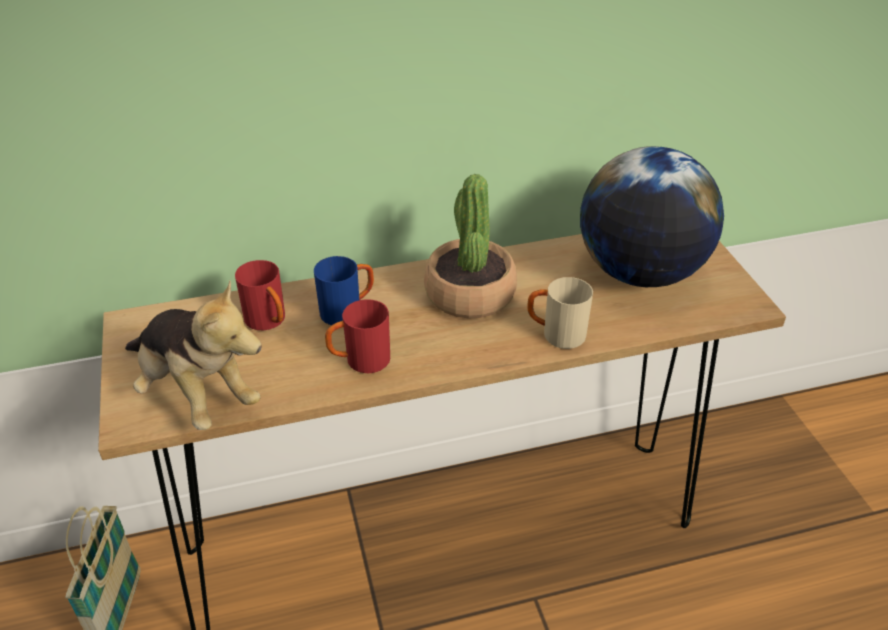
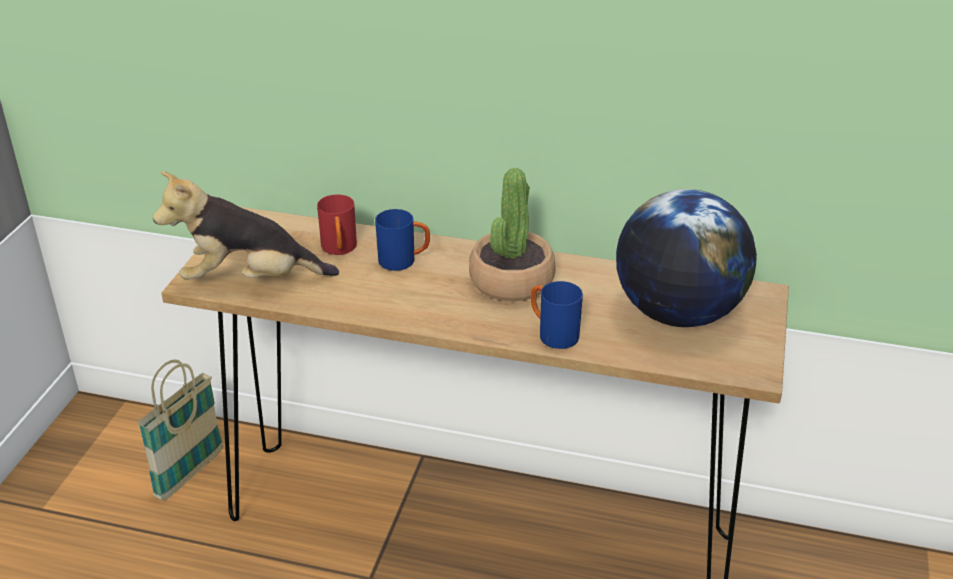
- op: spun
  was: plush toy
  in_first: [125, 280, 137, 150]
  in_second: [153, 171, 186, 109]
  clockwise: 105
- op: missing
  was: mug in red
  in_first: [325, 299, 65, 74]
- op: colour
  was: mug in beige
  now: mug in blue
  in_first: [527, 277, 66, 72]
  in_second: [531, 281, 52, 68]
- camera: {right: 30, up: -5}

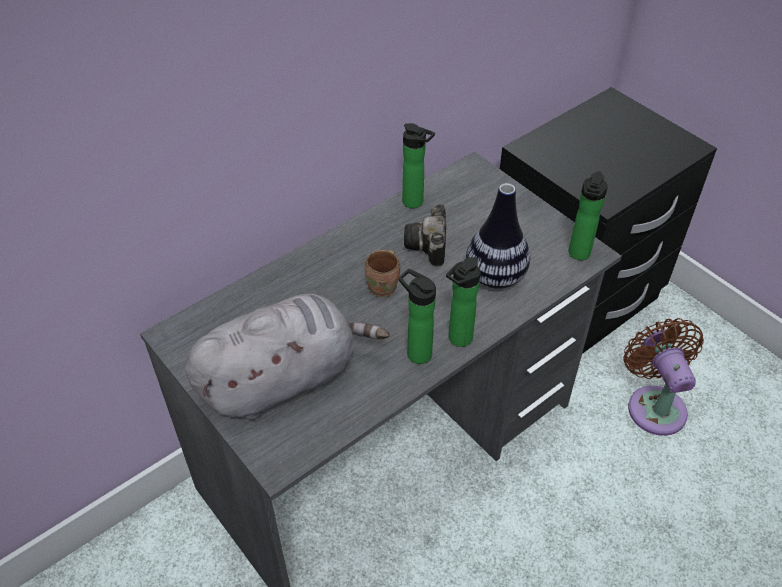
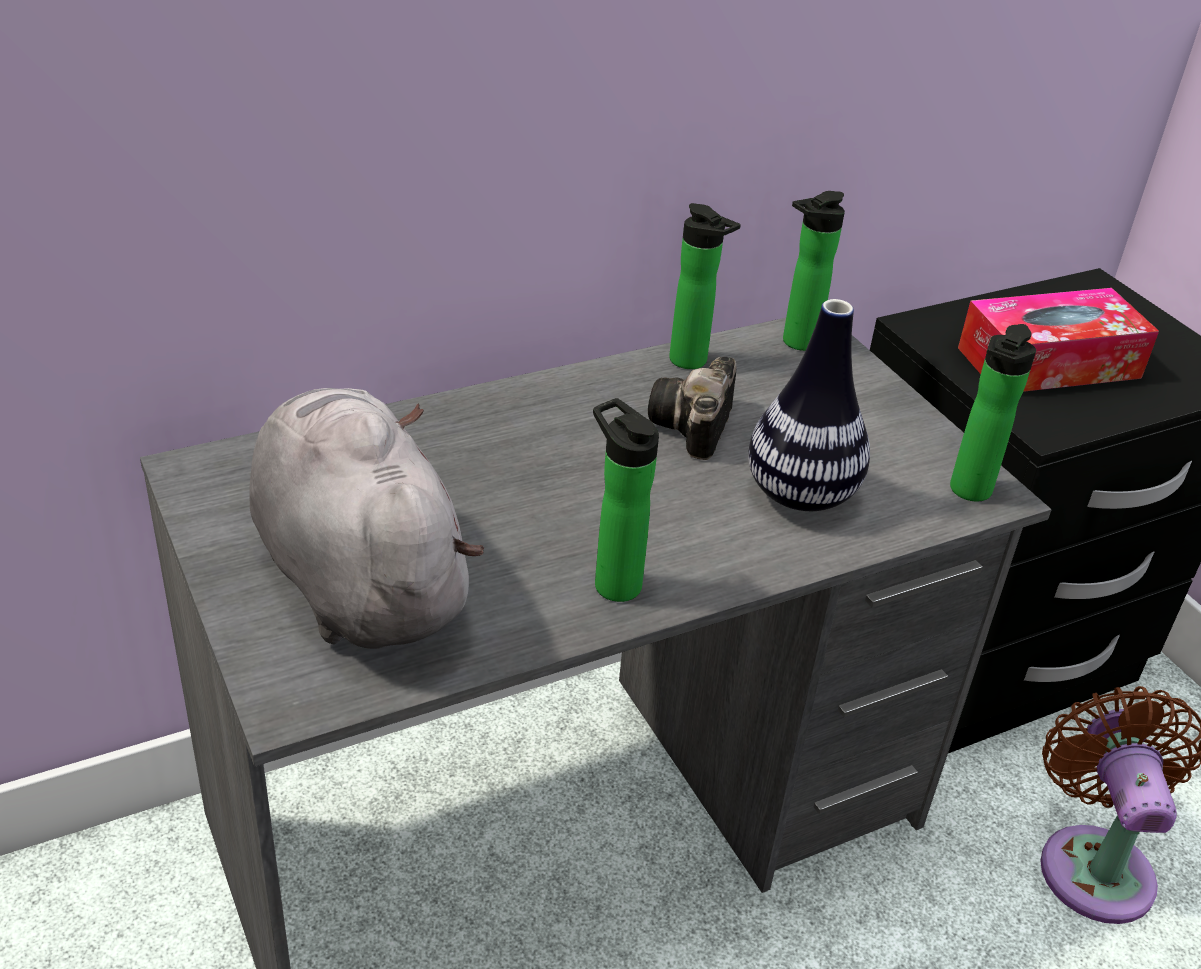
- op: spun
  was: plush toy in grey
  in_first: [185, 294, 204, 126]
  in_second: [250, 388, 234, 261]
  clockwise: -105
- op: missing
  was: mug in brown
  in_first: [365, 250, 35, 47]
- op: relocated
  was: bottle
  in_first: [446, 257, 35, 90]
  in_second: [783, 191, 62, 160]
- op: appeared
  now: tissue box
  in_second: [958, 288, 201, 104]
- camera: {right: 10, up: -10}

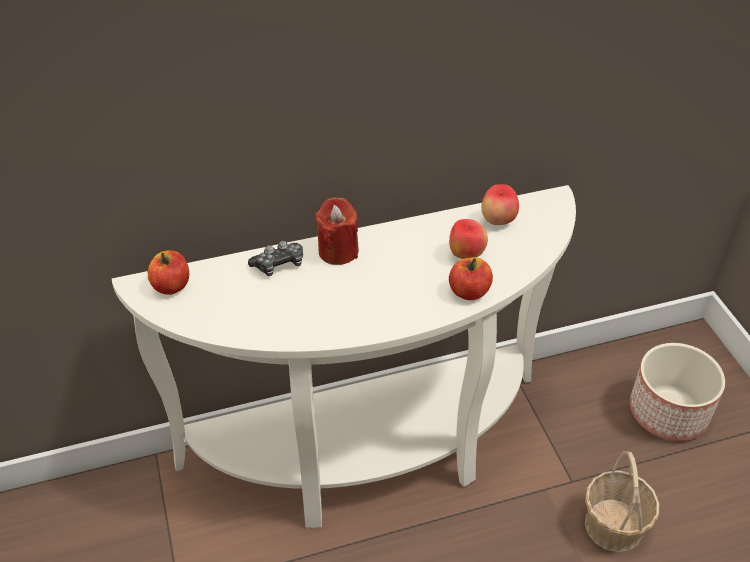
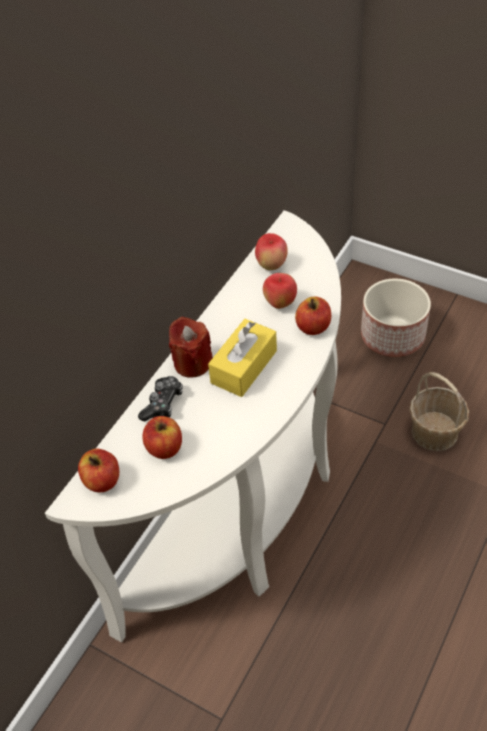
- op: appeared
  now: apple
  in_second: [142, 416, 40, 43]
- op: appeared
  now: tissue box in yellow
  in_second: [208, 319, 69, 78]
- camera: {right: -40, up: 5}

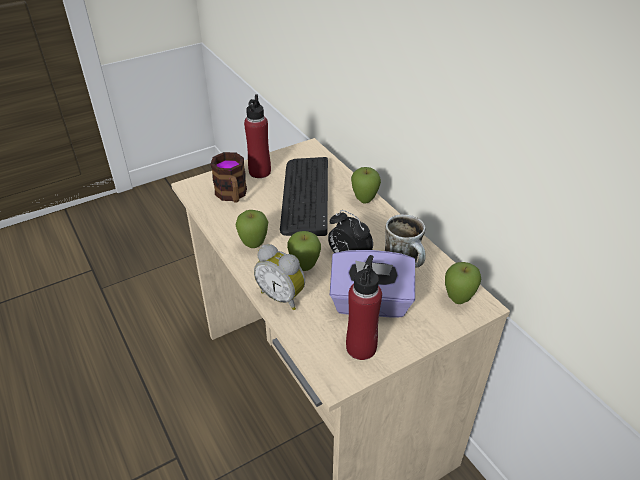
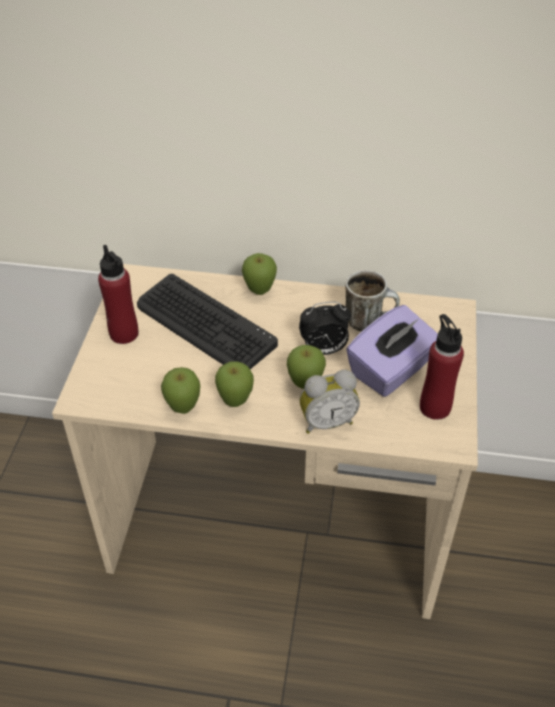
- op: missing
  was: mug
  in_first: [210, 152, 37, 51]
- op: relocated
  was: apple
  in_first: [445, 262, 36, 42]
  in_second: [161, 367, 39, 47]
- camera: {right: -50, up: 5}

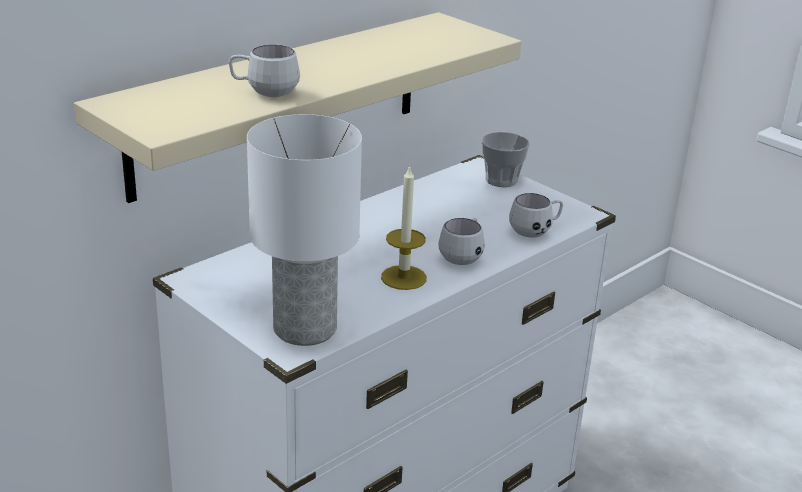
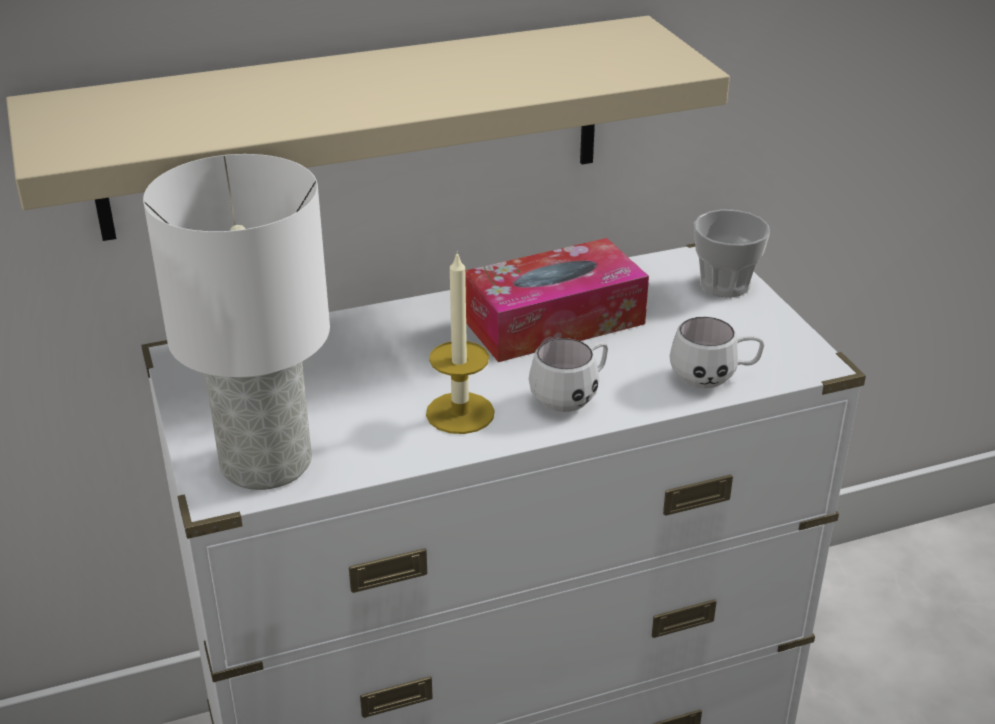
- op: missing
  was: mug in white
  in_first: [229, 45, 71, 52]
- op: appeared
  now: tissue box
  in_second: [465, 238, 184, 124]
- camera: {right: 25, up: 5}

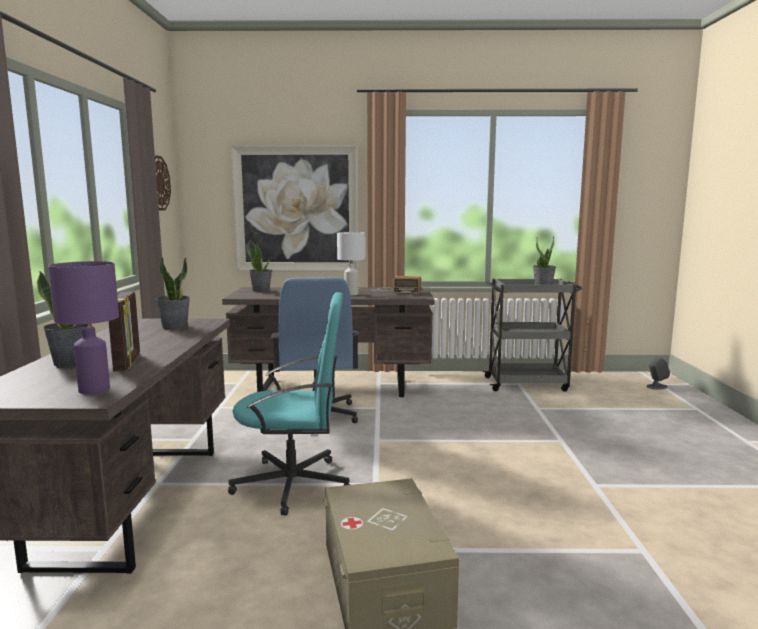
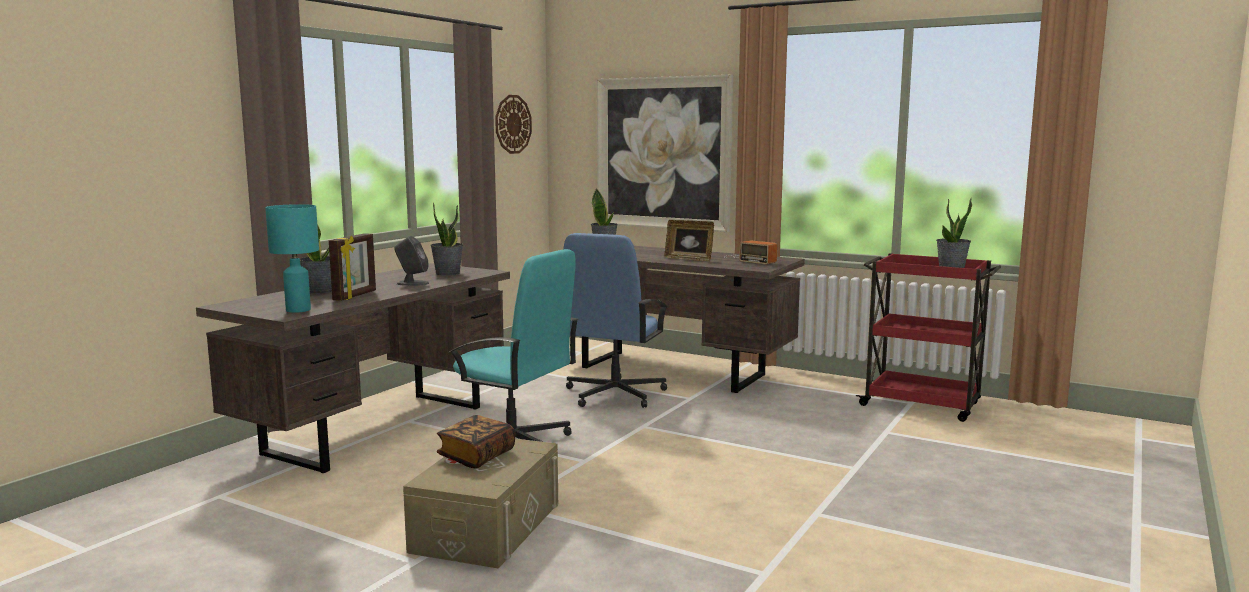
- op: colour
  was: table lamp in purple
  now: table lamp in turquoise
  in_first: [48, 261, 71, 133]
  in_second: [265, 204, 54, 109]
- op: exchanged
  was: table lamp in white
  now: picture frame
  in_first: [337, 232, 28, 64]
  in_second: [664, 220, 50, 41]
- op: colour
  was: cart in grey
  now: cart in red
  in_first: [482, 279, 101, 113]
  in_second: [856, 253, 145, 169]
- op: relocated
  was: speaker in grey
  in_first: [646, 356, 24, 34]
  in_second: [394, 236, 35, 50]
- op: appeared
  now: book
  in_second: [437, 415, 78, 53]
- camera: {right: 30, up: 0}

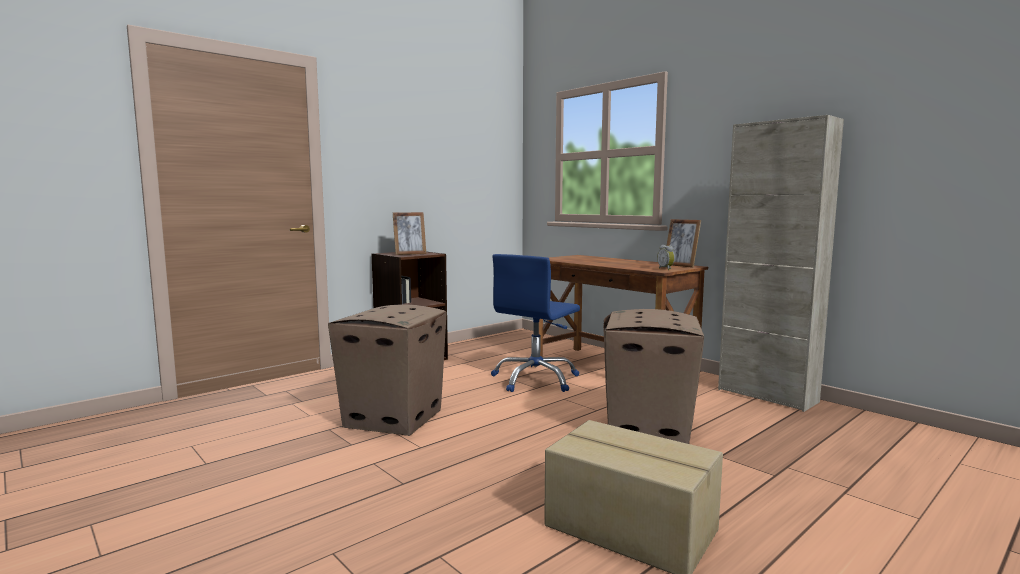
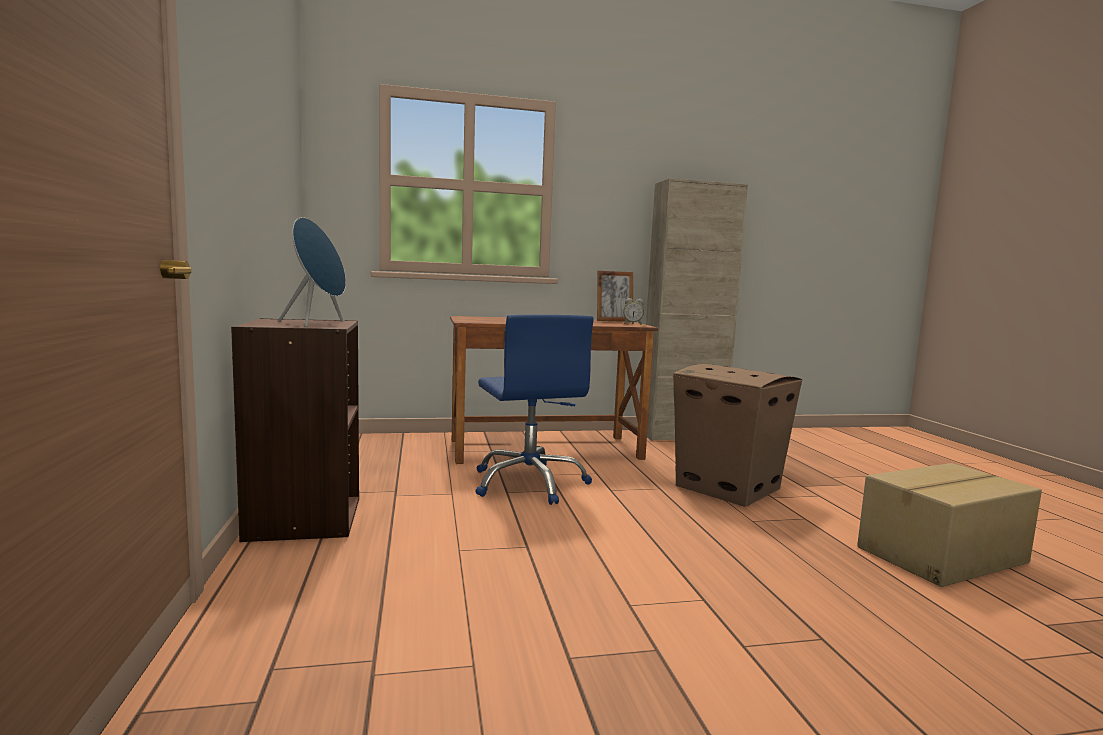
- op: missing
  was: cardboard box
  in_first: [328, 304, 119, 132]
- op: exchanged
  was: picture frame
  now: speaker in blue
  in_first: [393, 212, 33, 43]
  in_second: [278, 217, 68, 110]
- camera: {right: -60, up: 0}

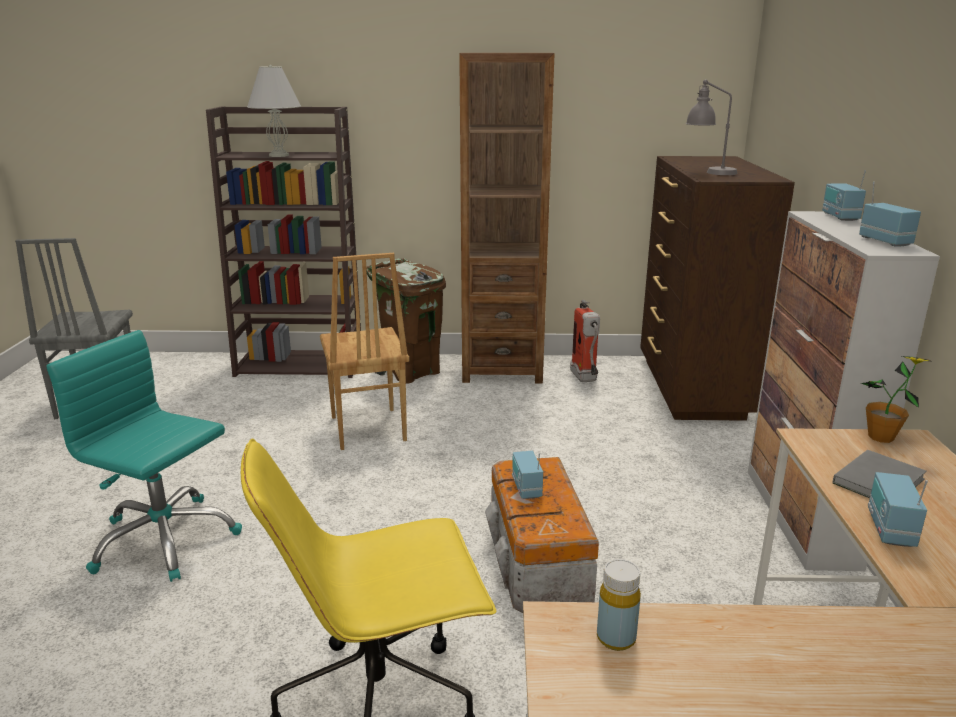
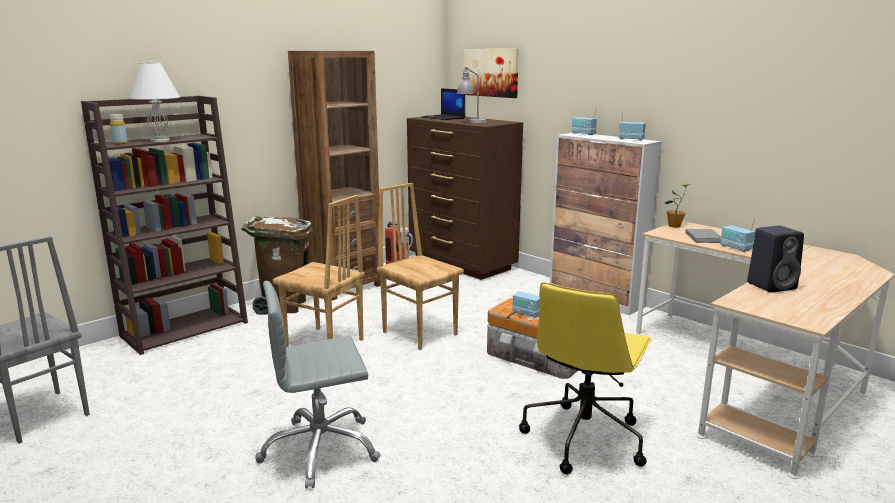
- op: colour
  was: office chair in turquoise
  now: office chair in grey
  in_first: [47, 330, 195, 252]
  in_second: [255, 281, 125, 207]
- op: relocated
  was: bottle in yellow
  in_first: [597, 559, 44, 92]
  in_second: [110, 114, 18, 30]
- op: appeared
  now: chair in brown
  in_second: [377, 183, 87, 167]
- op: appeared
  now: laptop
  in_second: [421, 88, 44, 32]
- op: appeared
  now: picture
  in_second: [464, 49, 55, 49]
- op: appeared
  now: speaker in black
  in_second: [747, 226, 57, 66]
- camera: {right: -45, up: -5}

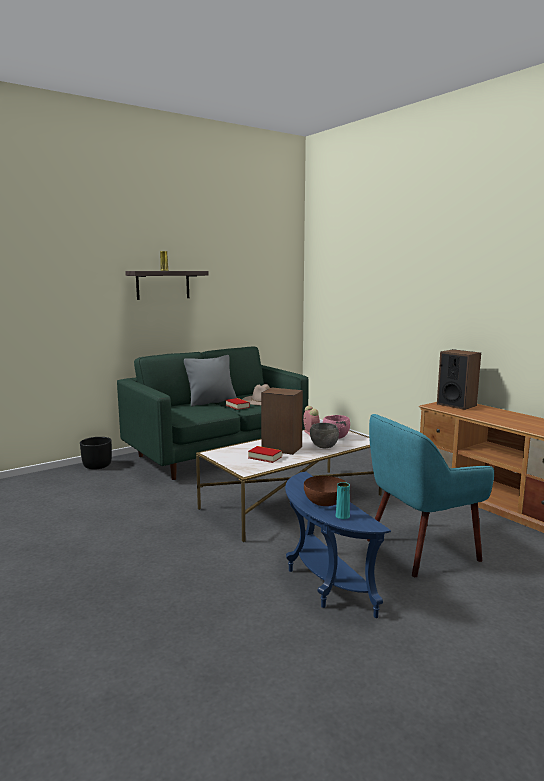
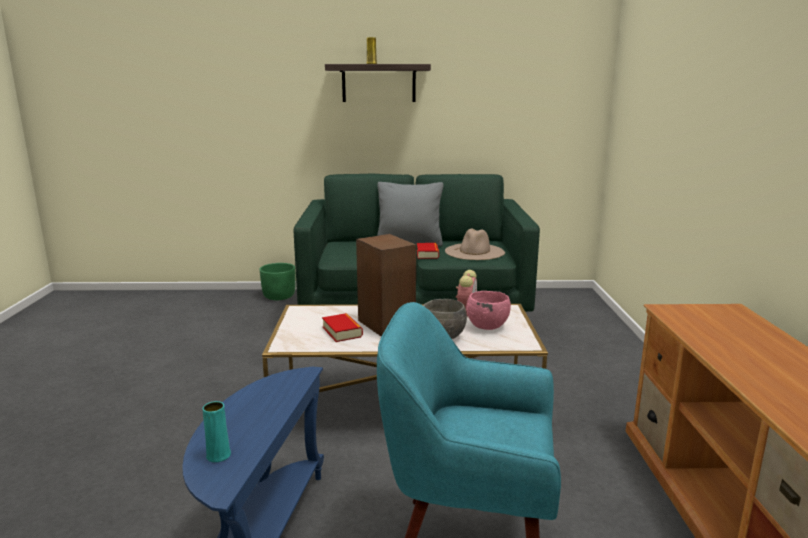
- op: colour
  was: planter in black
  now: planter in green
  in_first: [80, 437, 32, 33]
  in_second: [259, 263, 37, 37]
- op: missing
  was: bowl in brown
  in_first: [304, 476, 43, 30]
- op: missing
  was: speaker
  in_first: [437, 349, 44, 61]
- camera: {right: 35, up: 5}

